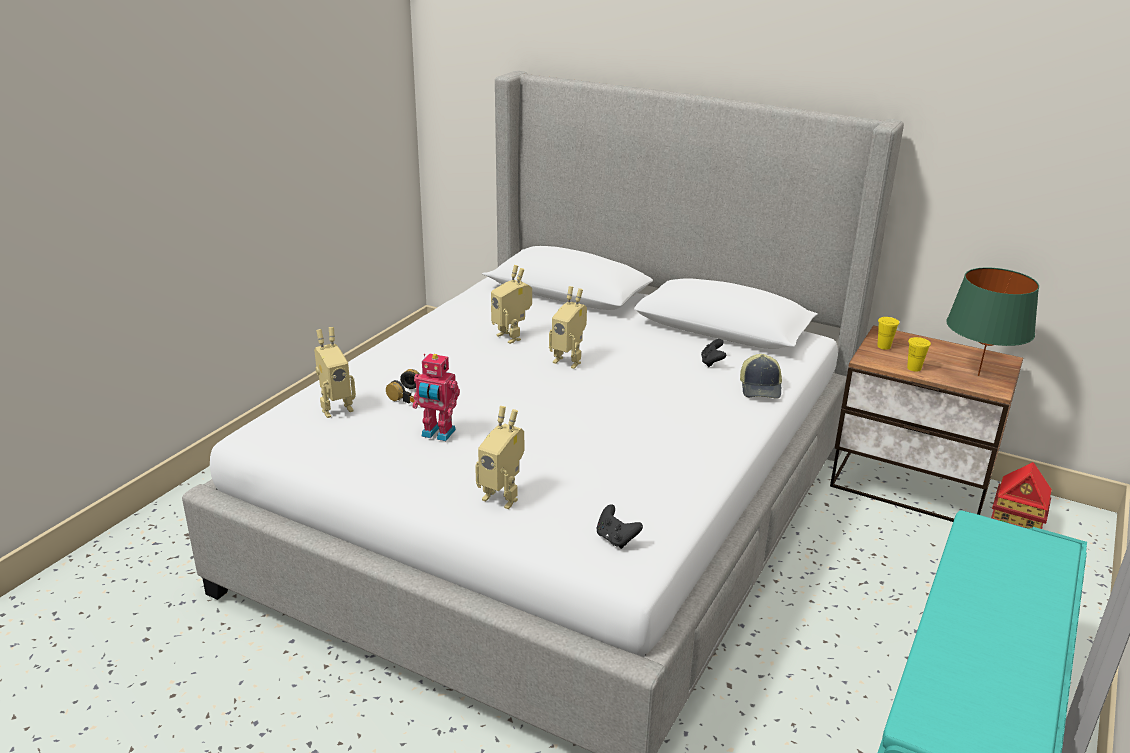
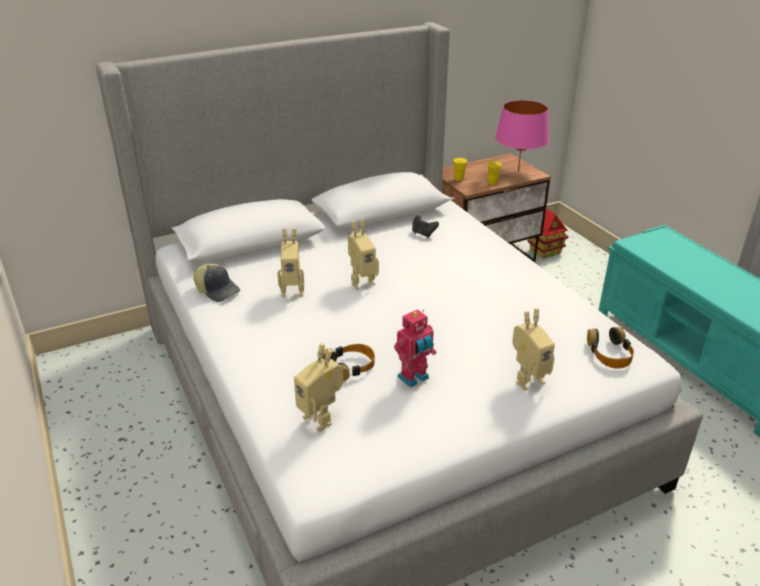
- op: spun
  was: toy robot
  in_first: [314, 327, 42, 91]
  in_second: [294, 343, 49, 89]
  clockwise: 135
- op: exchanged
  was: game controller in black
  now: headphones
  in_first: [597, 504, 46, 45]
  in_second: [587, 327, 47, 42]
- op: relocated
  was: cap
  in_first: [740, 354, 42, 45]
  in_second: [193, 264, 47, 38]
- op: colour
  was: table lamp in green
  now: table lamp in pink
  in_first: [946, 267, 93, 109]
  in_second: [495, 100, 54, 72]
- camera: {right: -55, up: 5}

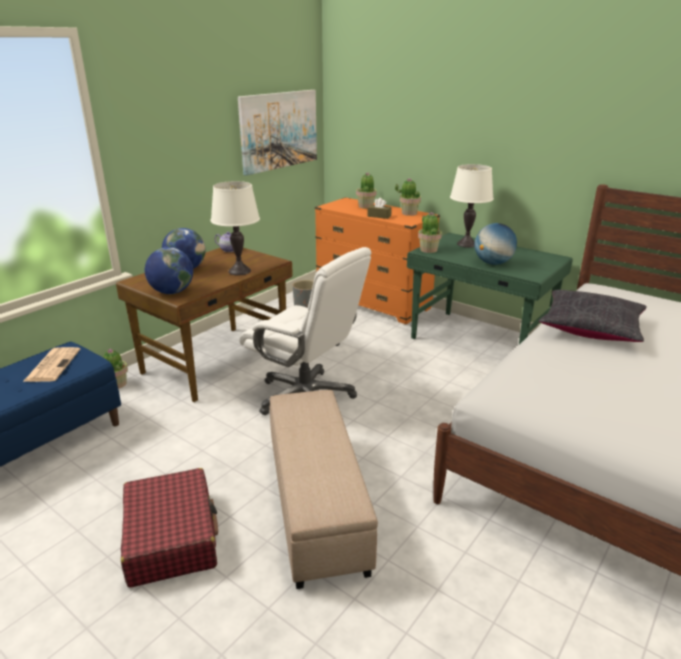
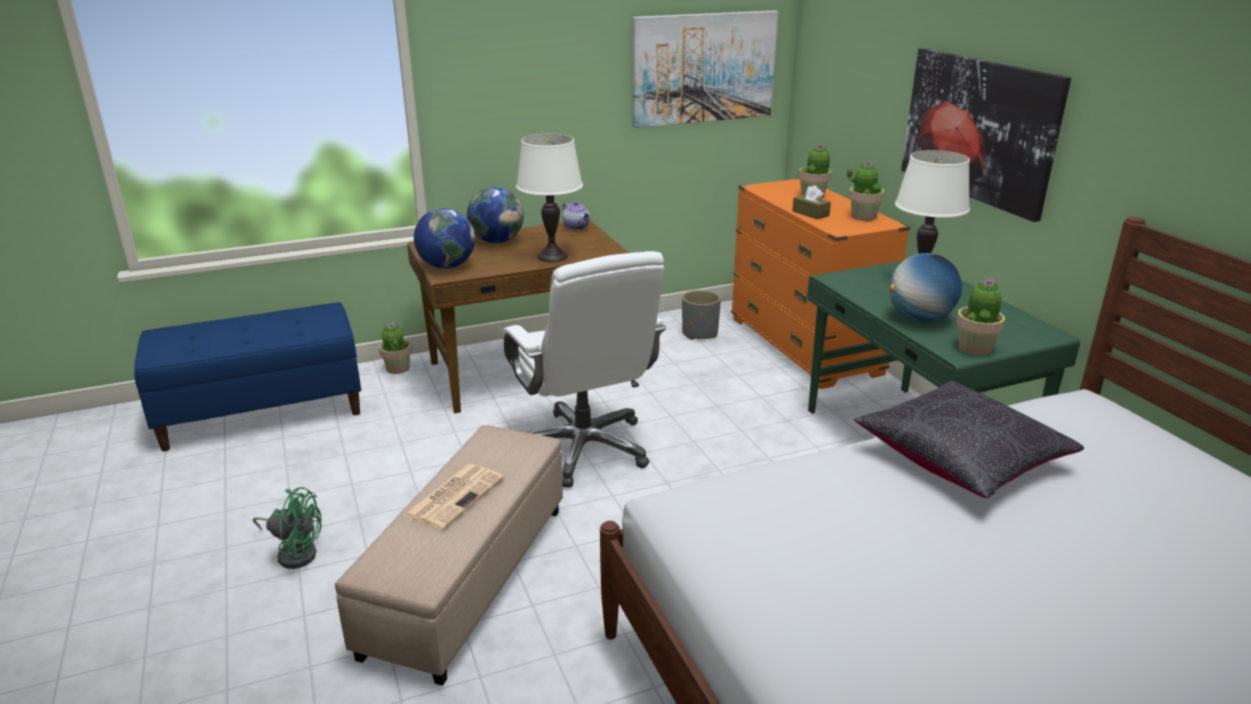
- op: relocated
  was: newspaper
  in_first: [23, 347, 57, 35]
  in_second: [403, 464, 101, 66]
- op: exchanged
  was: suitcase in red
  now: fan in green
  in_first: [121, 468, 97, 120]
  in_second: [253, 487, 69, 82]
- op: relocated
  was: potted plant
  in_first: [418, 212, 24, 41]
  in_second: [956, 278, 49, 77]
- op: appeared
  now: picture
  in_second: [901, 48, 170, 174]
- camera: {right: 30, up: 0}

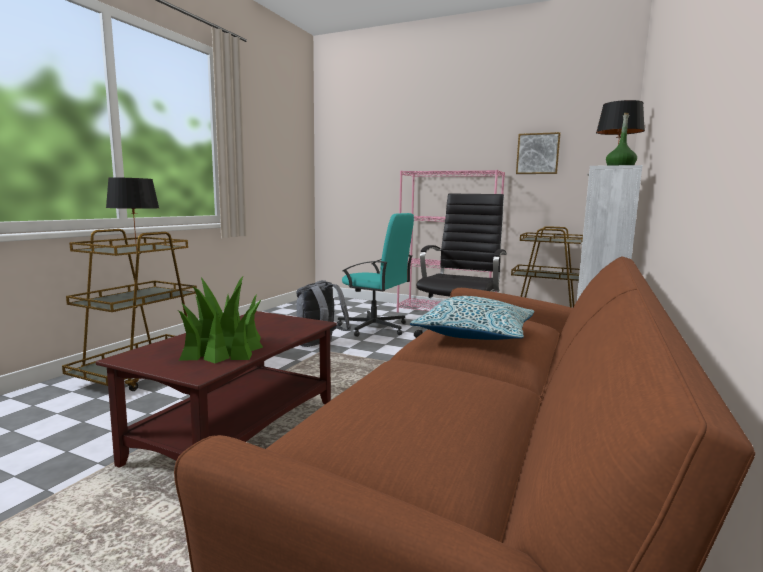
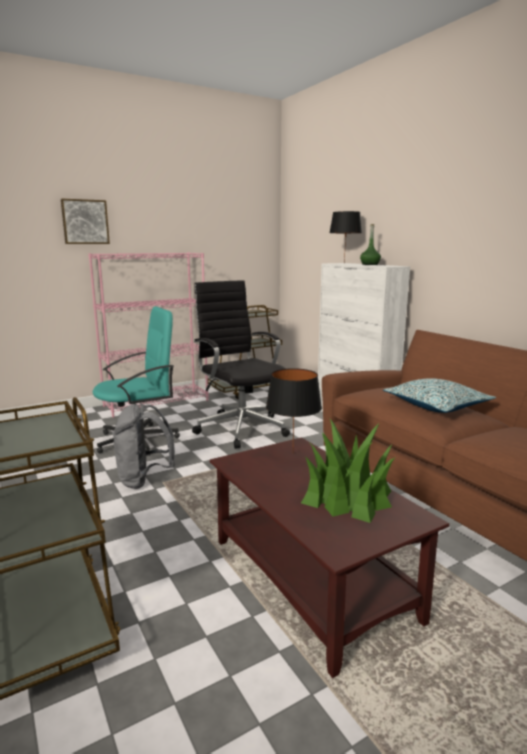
- op: relocated
  was: table lamp in black
  in_first: [106, 177, 53, 74]
  in_second: [266, 368, 56, 78]
- op: relocated
  was: picture
  in_first: [516, 132, 45, 42]
  in_second: [61, 198, 49, 46]
- camera: {right: -55, up: 5}

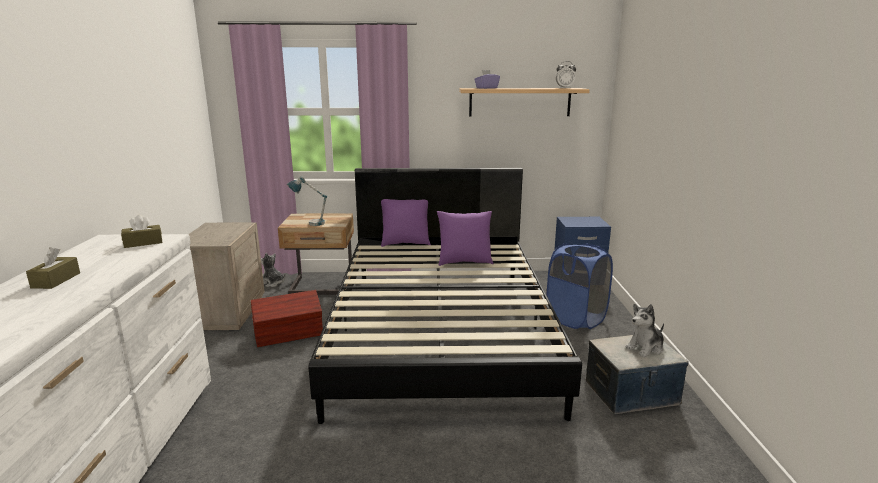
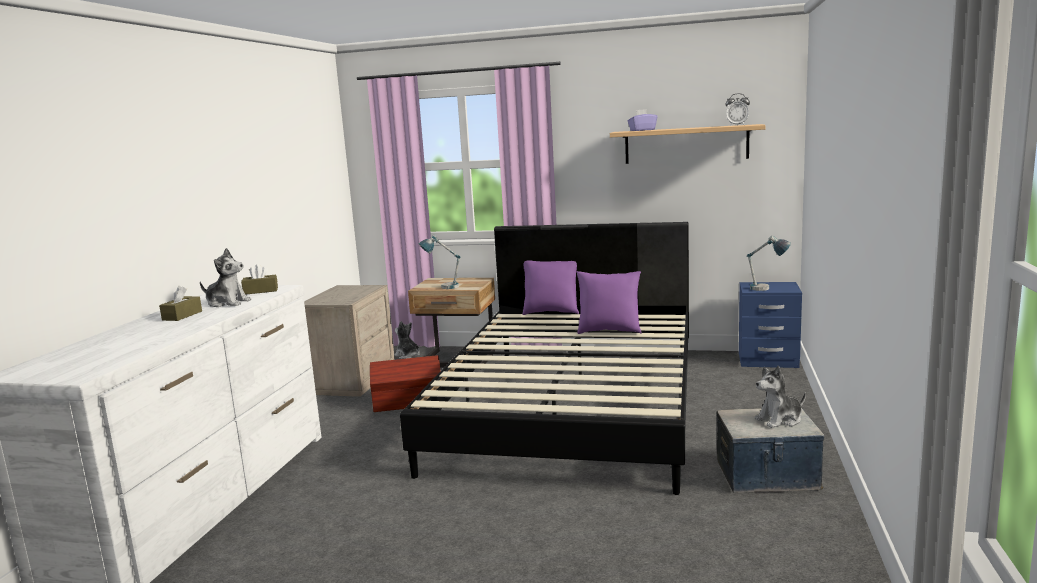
- op: missing
  was: laundry basket in blue
  in_first: [546, 243, 67, 86]
- op: appeared
  now: plush toy
  in_second: [200, 248, 51, 59]
- op: appeared
  now: table lamp
  in_second: [747, 236, 44, 55]
- camera: {right: 15, up: -5}

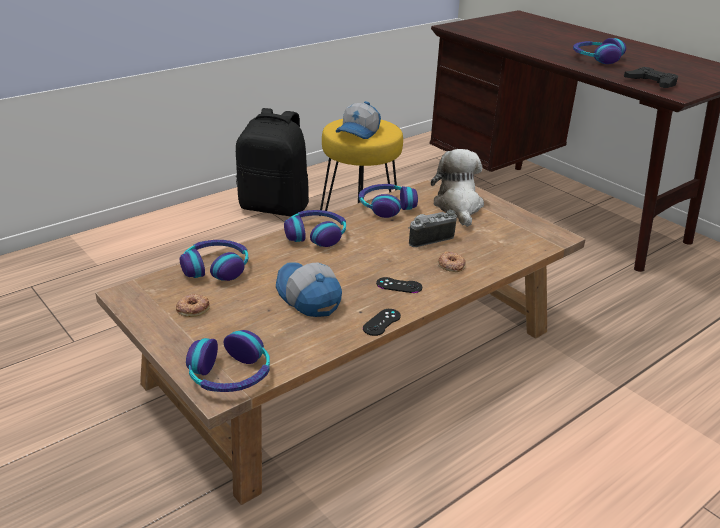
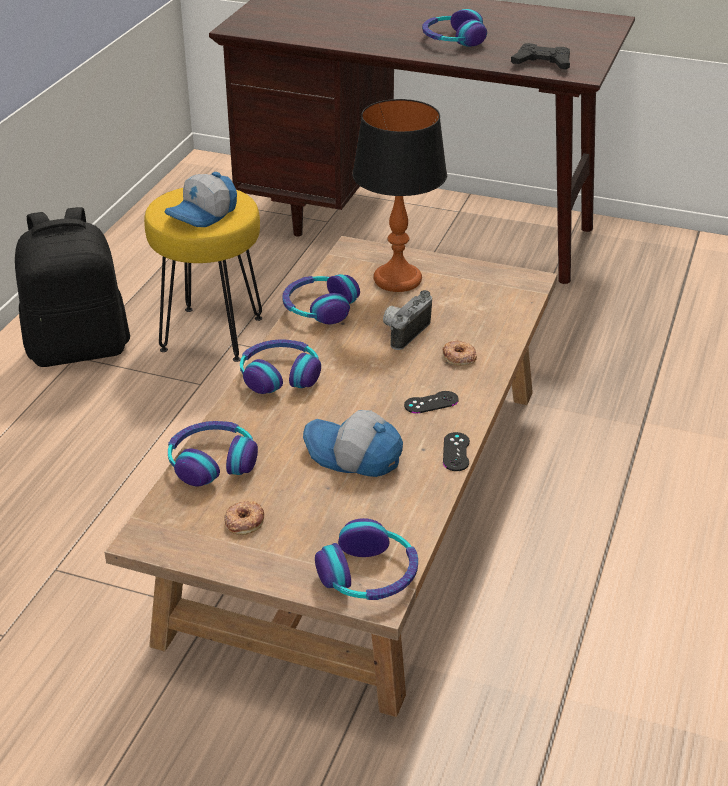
- op: spun
  was: cap
  in_first: [336, 101, 45, 38]
  in_second: [164, 172, 73, 55]
  clockwise: 45
- op: exchanged
  was: plush toy
  now: table lamp
  in_first: [431, 149, 53, 78]
  in_second: [352, 99, 95, 193]
- camera: {right: -30, up: 5}

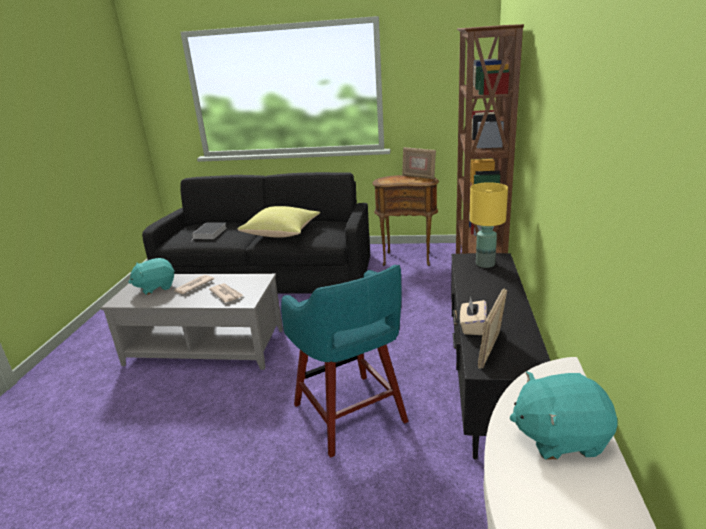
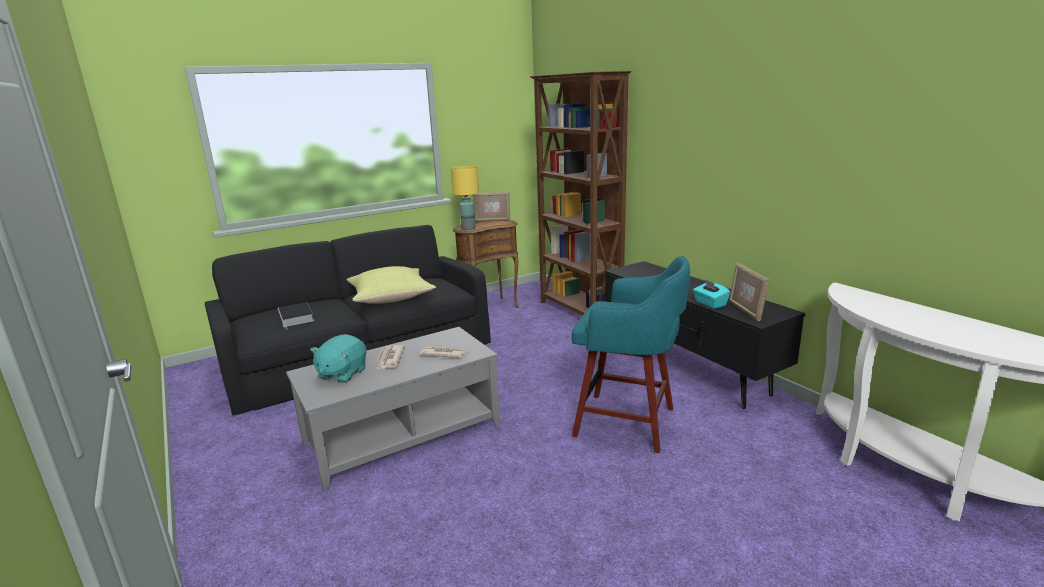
- op: colour
  was: tissue box in beige
  now: tissue box in turquoise
  in_first: [460, 296, 27, 39]
  in_second: [693, 279, 37, 30]
- op: relocated
  was: table lamp in yellow
  in_first: [469, 182, 39, 86]
  in_second: [451, 166, 28, 64]
- op: missing
  was: plush toy in turquoise
  in_first: [510, 371, 108, 89]
- camera: {right: -40, up: -5}

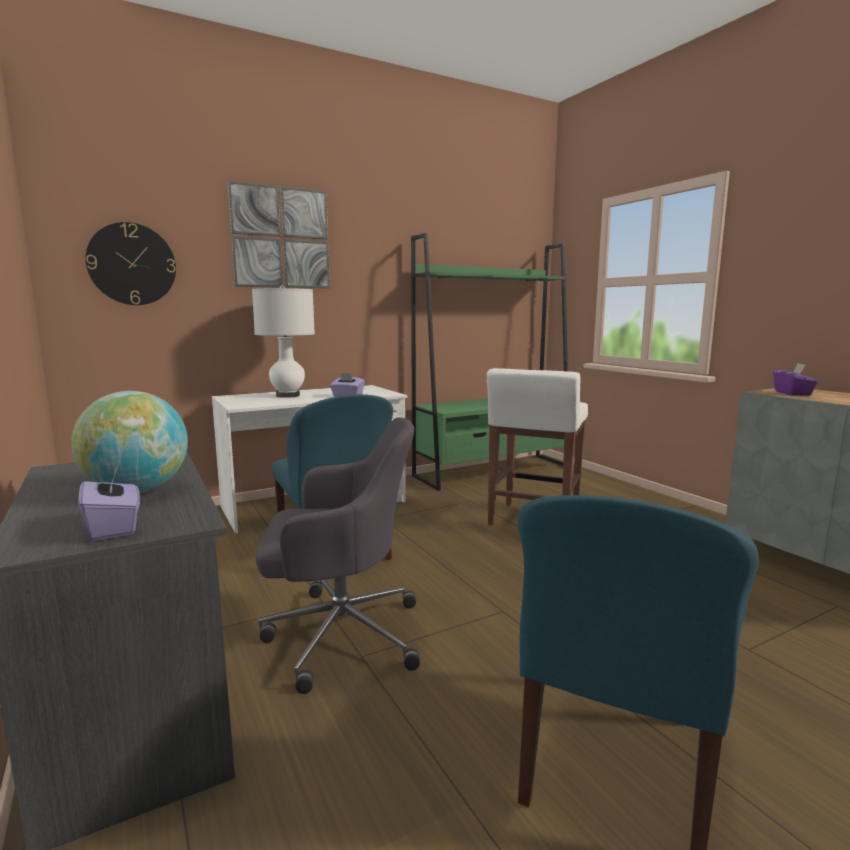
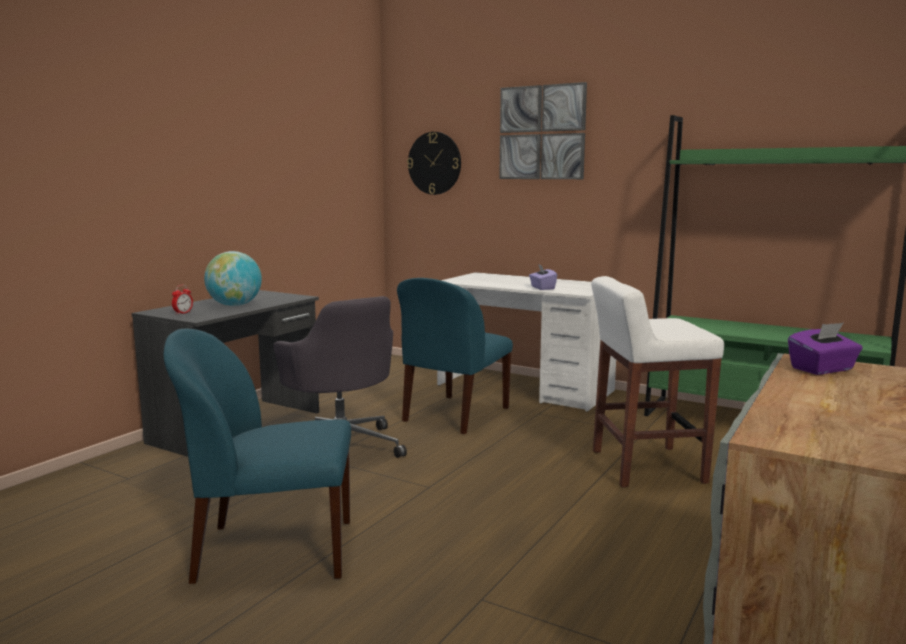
- op: exchanged
  was: tissue box in purple
  now: alarm clock
  in_first: [78, 466, 62, 75]
  in_second: [172, 285, 21, 30]
- op: missing
  was: table lamp in white
  in_first: [252, 285, 63, 113]
- camera: {right: 60, up: 0}

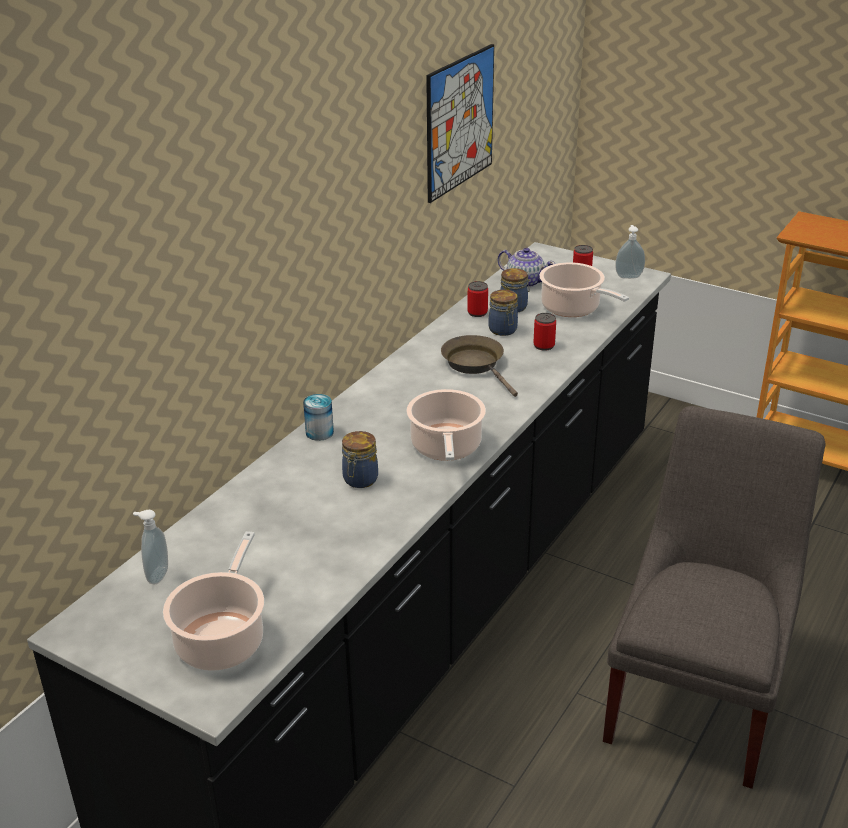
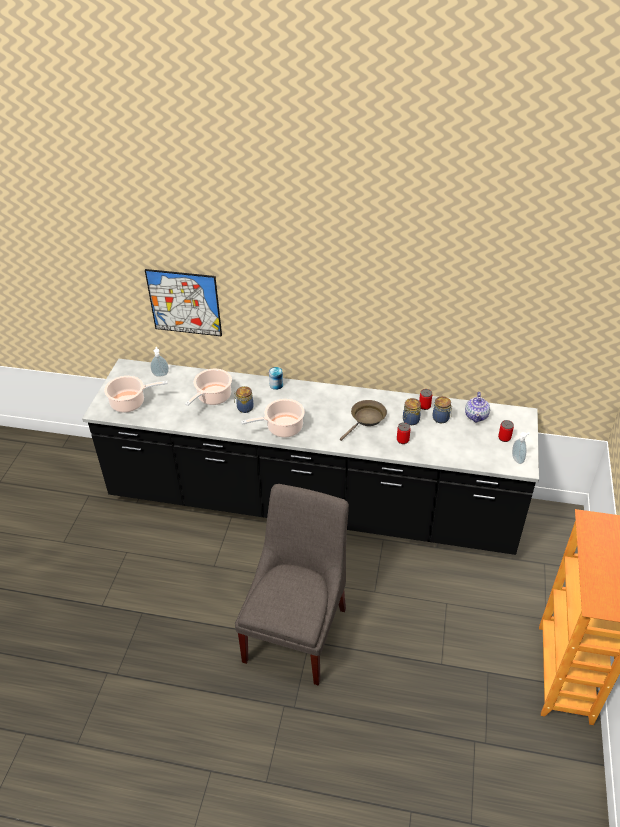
- op: relocated
  was: picture
  in_first: [426, 44, 68, 159]
  in_second: [145, 269, 77, 67]
- op: relocated
  was: cooking pot
  in_first: [539, 262, 90, 55]
  in_second: [185, 369, 47, 37]
- op: spun
  was: chair in grey
  in_first: [603, 406, 223, 383]
  in_second: [235, 484, 114, 202]
  clockwise: -75
- camera: {right: 70, up: 10}

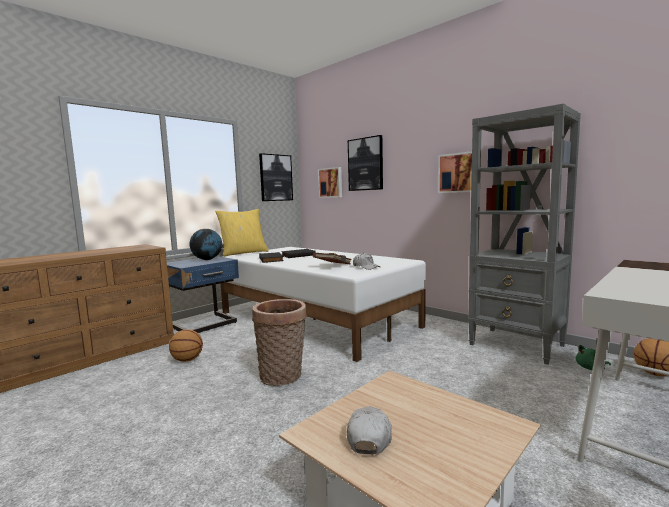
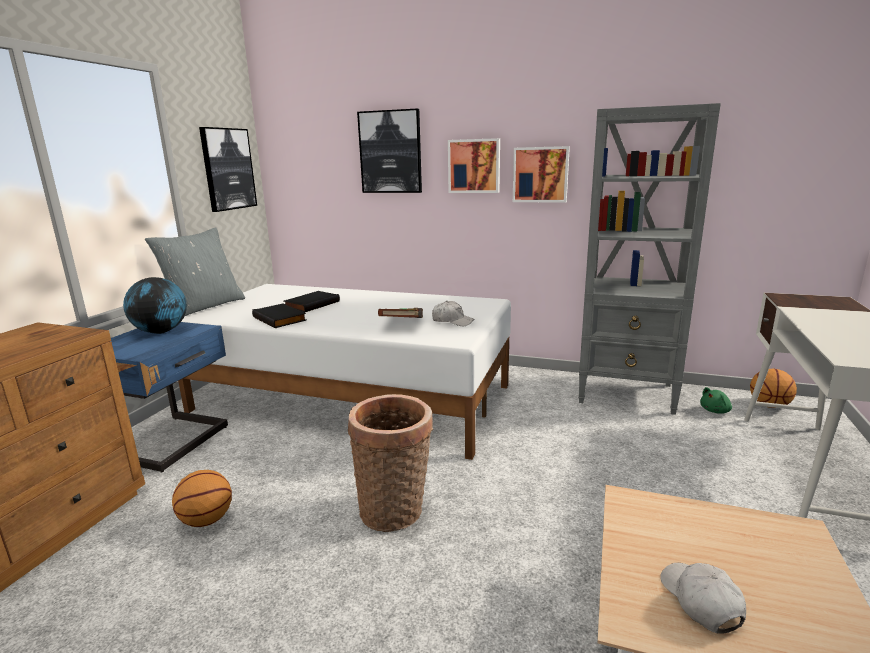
- op: colour
  was: pillow in yellow
  now: pillow in grey
  in_first: [215, 209, 53, 47]
  in_second: [145, 228, 100, 89]
- op: relocated
  was: picture
  in_first: [318, 167, 24, 31]
  in_second: [448, 138, 52, 55]
- camera: {right: -25, up: 10}

